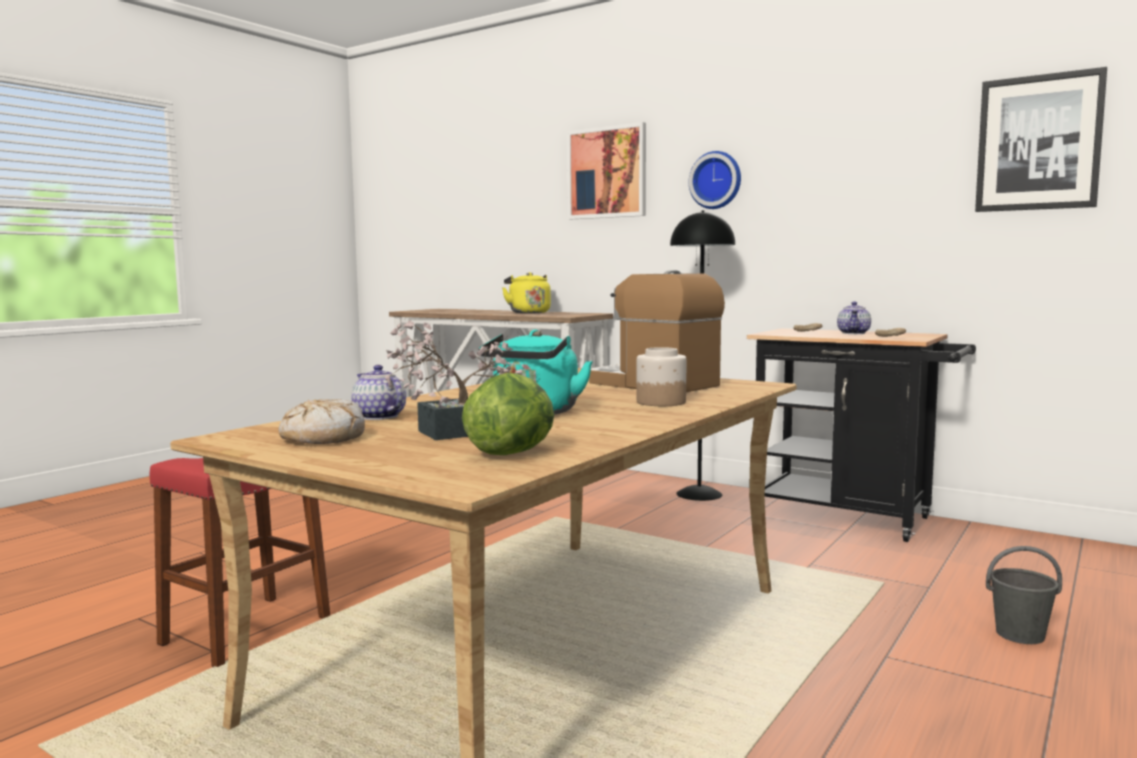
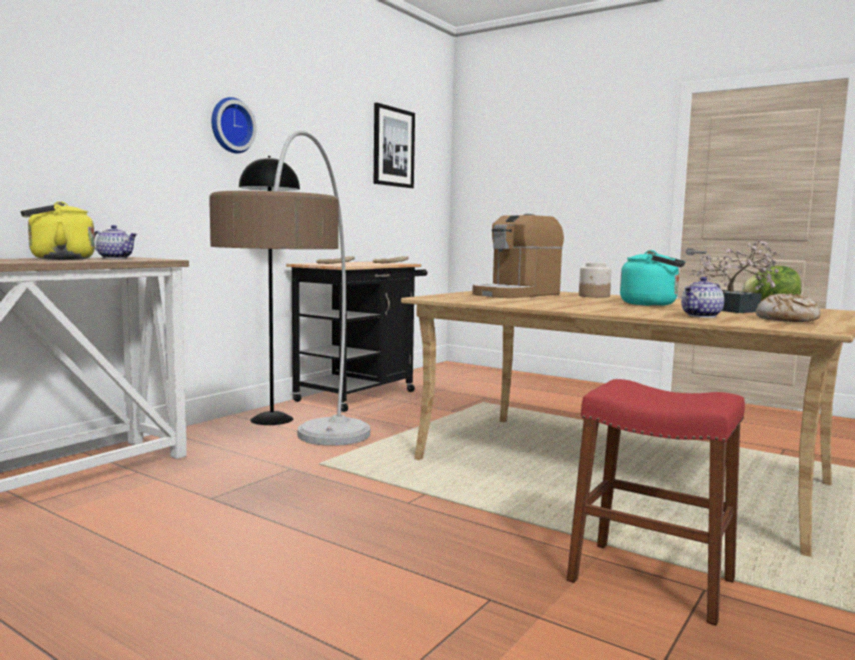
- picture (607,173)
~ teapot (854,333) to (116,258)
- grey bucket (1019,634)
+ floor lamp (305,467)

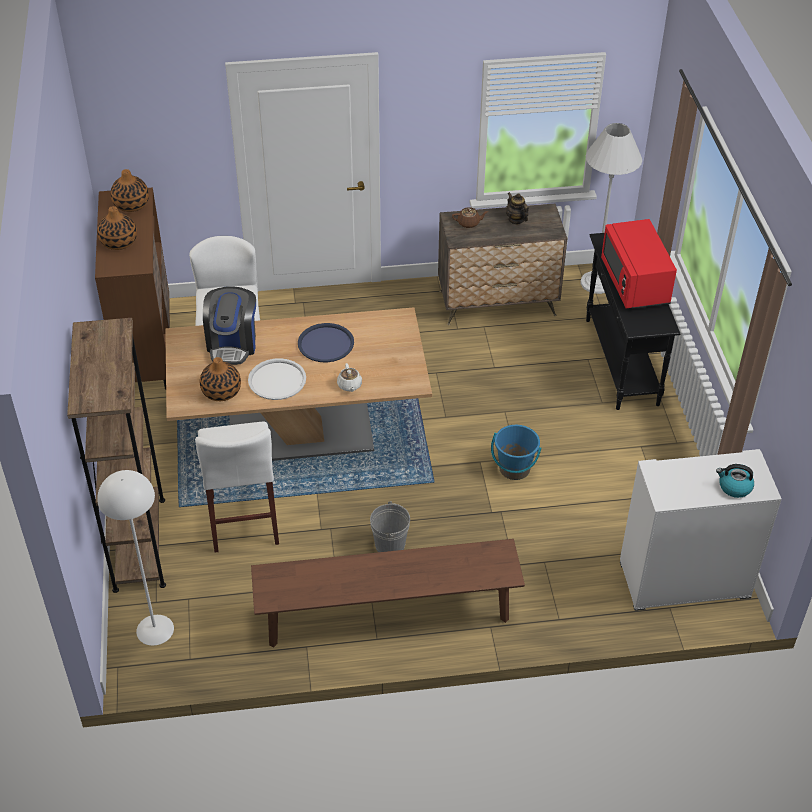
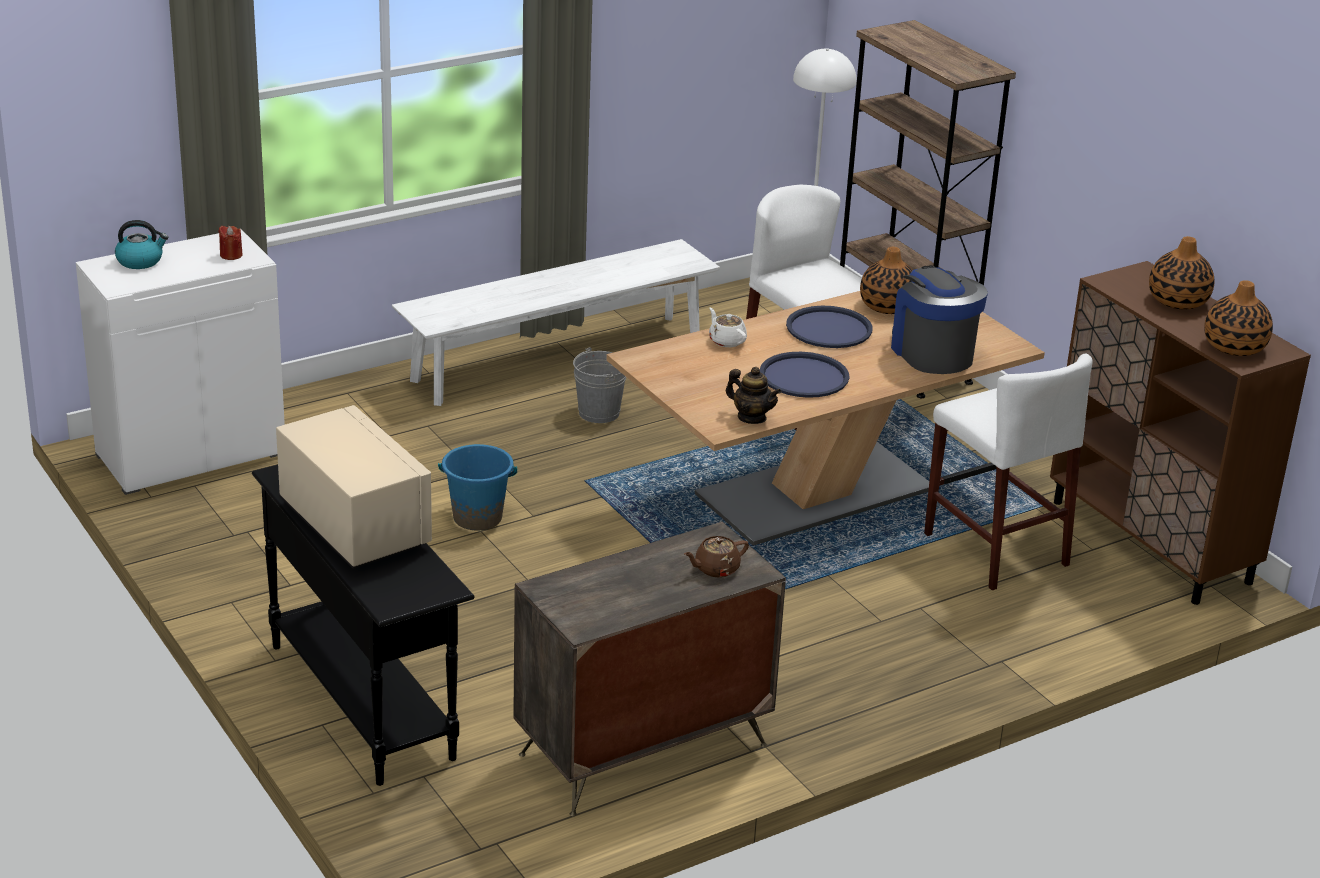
- white floor lamp (596,283)
~ teapot (516,220) to (751,417)
~ red microwave (635,283) to beige microwave (353,525)
~ white tray (277,380) to blue tray (829,328)
~ brown bench (387,615) to white bench (558,359)
+ red candle (231,255)

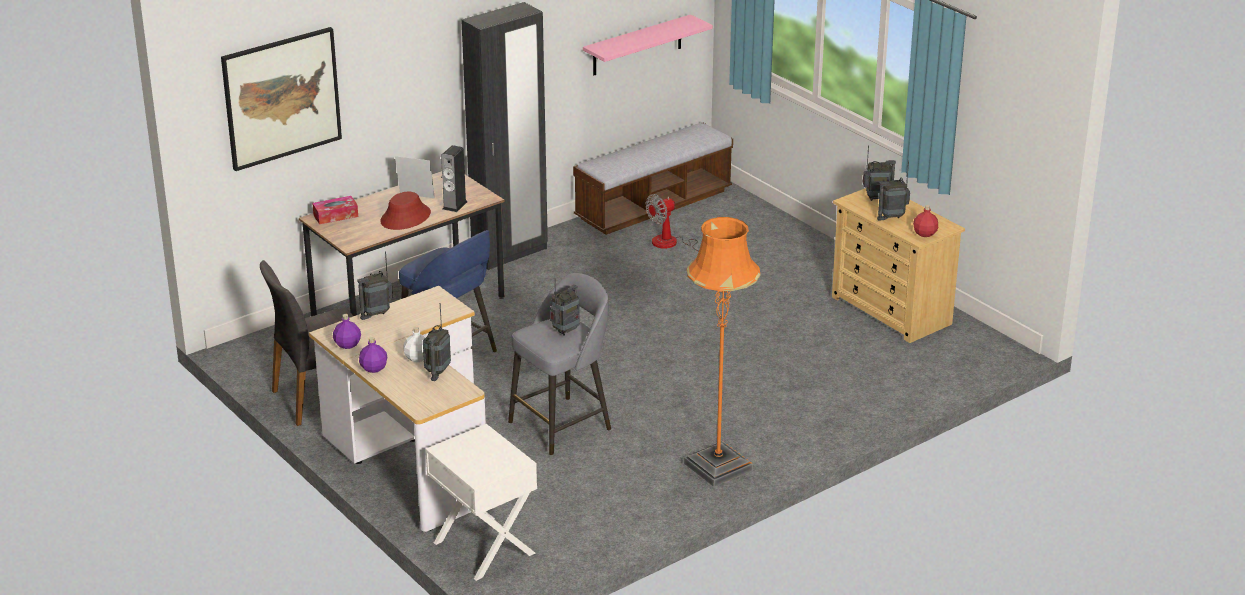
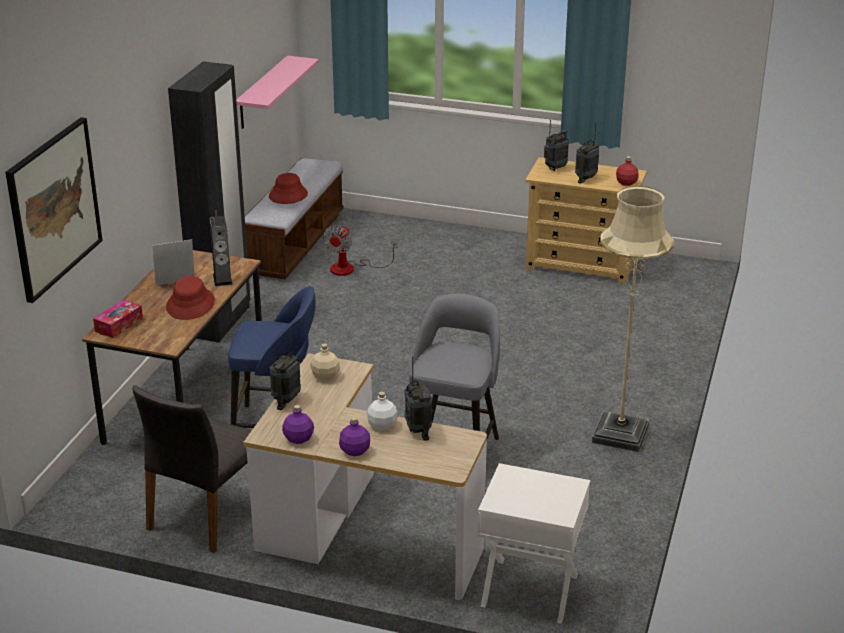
~ orange floor lamp (717,466) to beige floor lamp (620,434)
- radio (566,331)
+ red hat (288,195)
+ beige bottle (325,376)

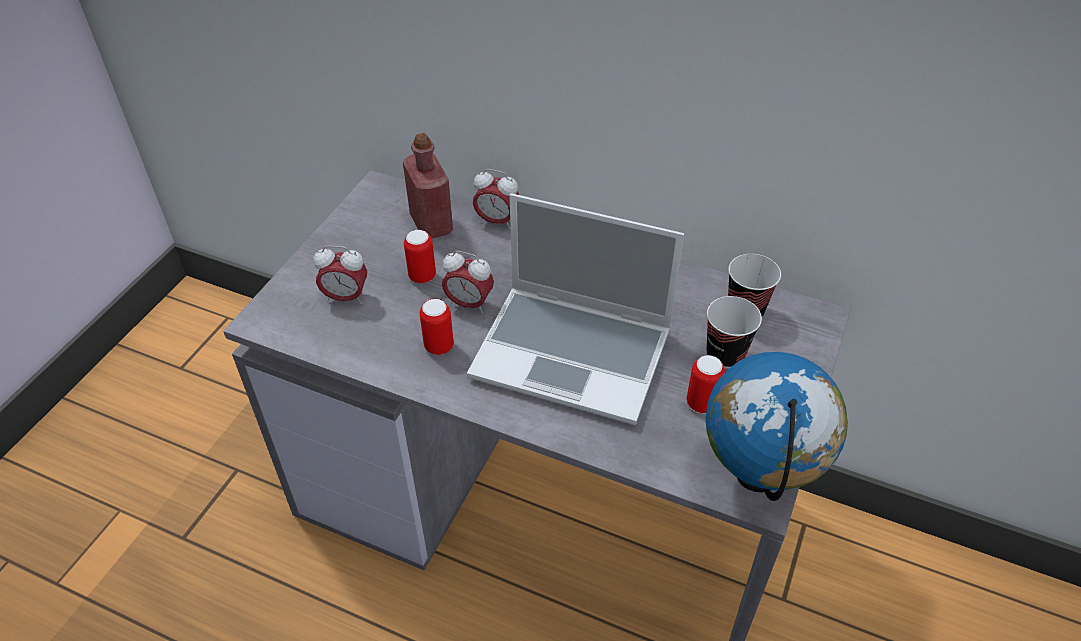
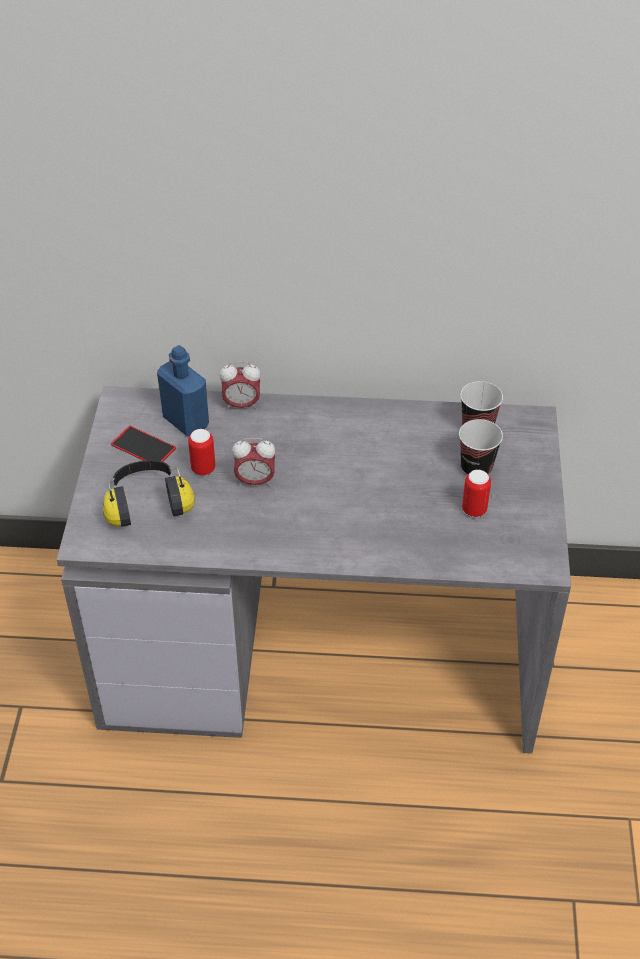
~ red bottle (431,224) to blue bottle (186,421)
- laptop (574,354)
~ alarm clock (346,297) to headphones (147,503)
- can (439,346)
- globe (758,477)
+ phone (143,446)

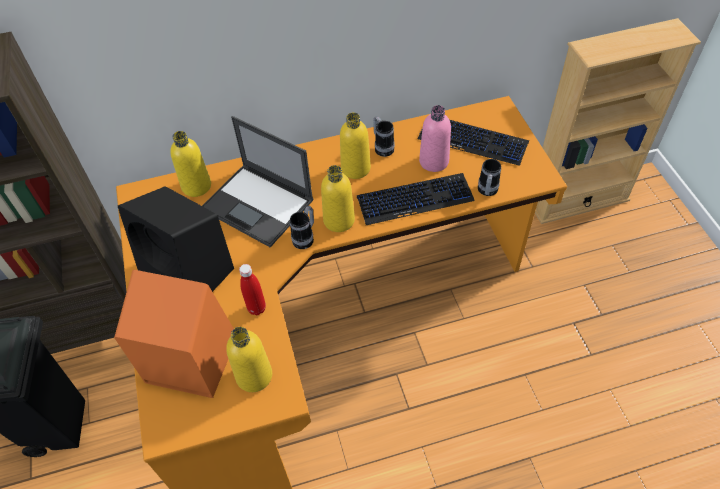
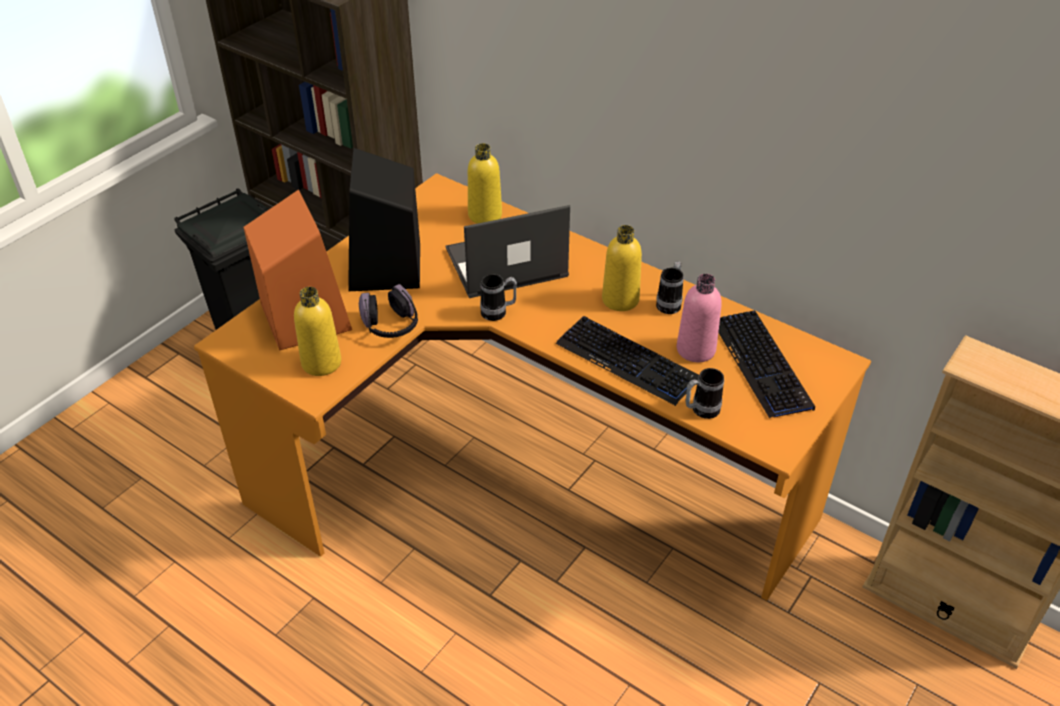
~ laptop (259,205) = (504,263) 75 degrees clockwise
- yellow bottle (339,220)
~ red bottle (257,308) to headphones (391,326)

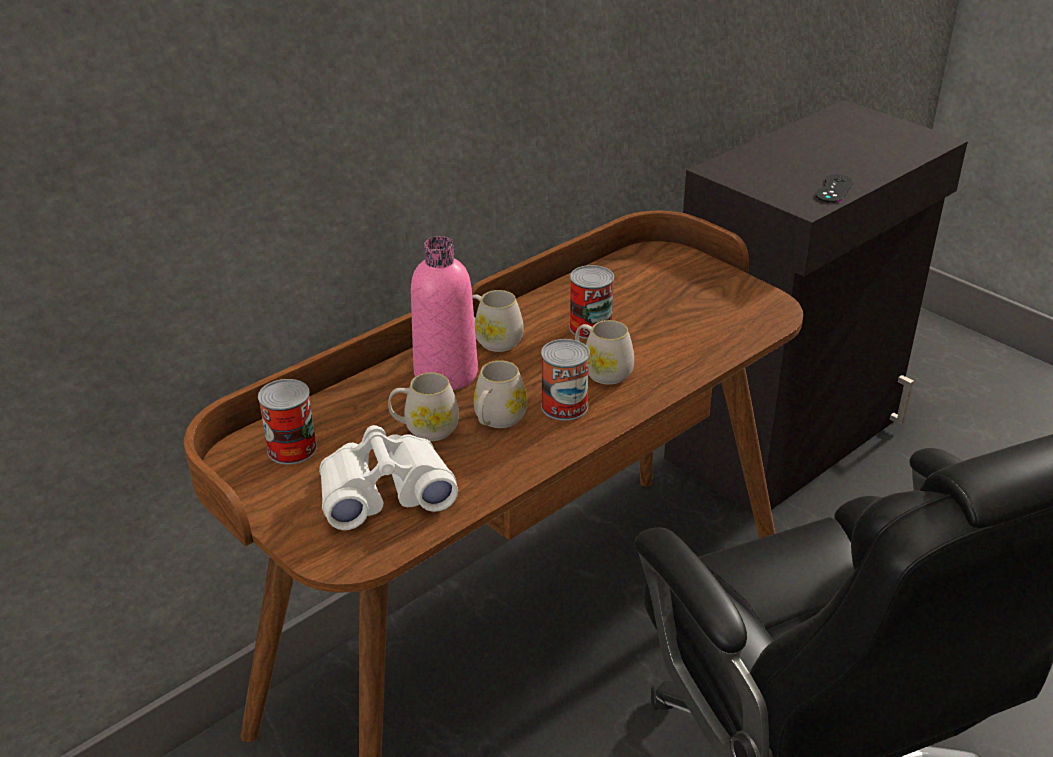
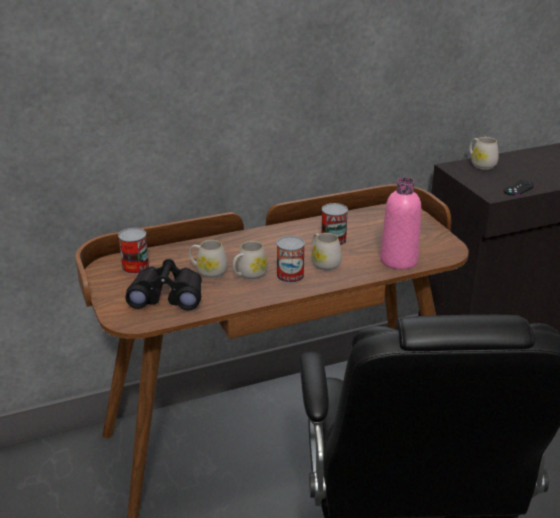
~ pink bottle (446,374) to (398,260)
~ white mug (493,339) to (480,164)
~ white binoculars (385,492) to black binoculars (167,296)

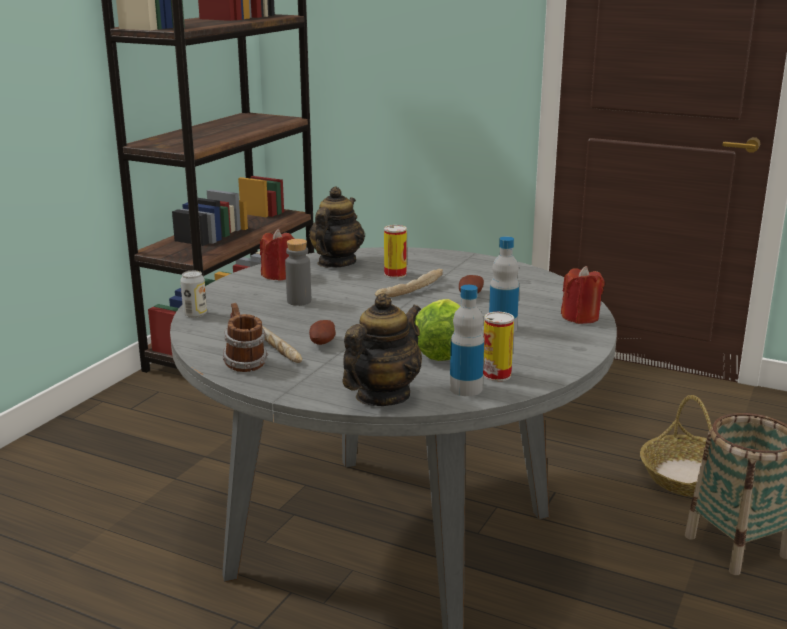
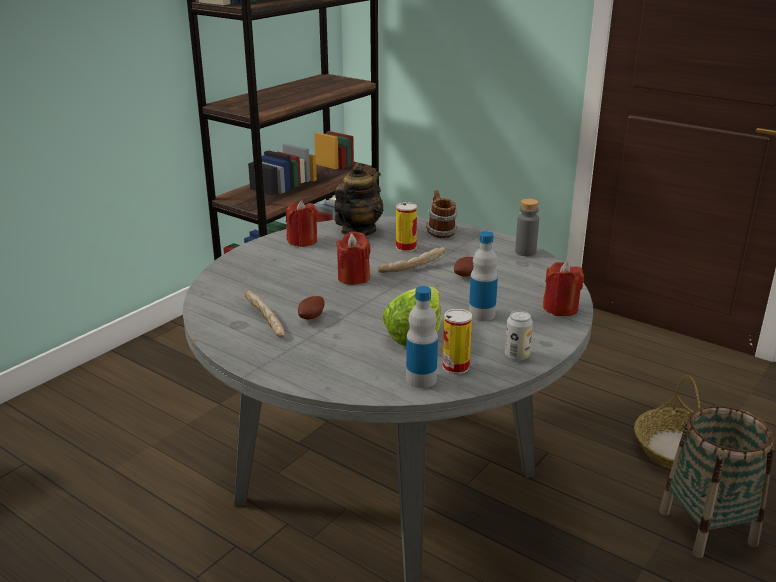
~ grey bottle (299,301) to (525,252)
~ can (195,314) to (516,355)
- teapot (382,396)
~ mug (244,363) to (440,232)
+ red candle (353,278)

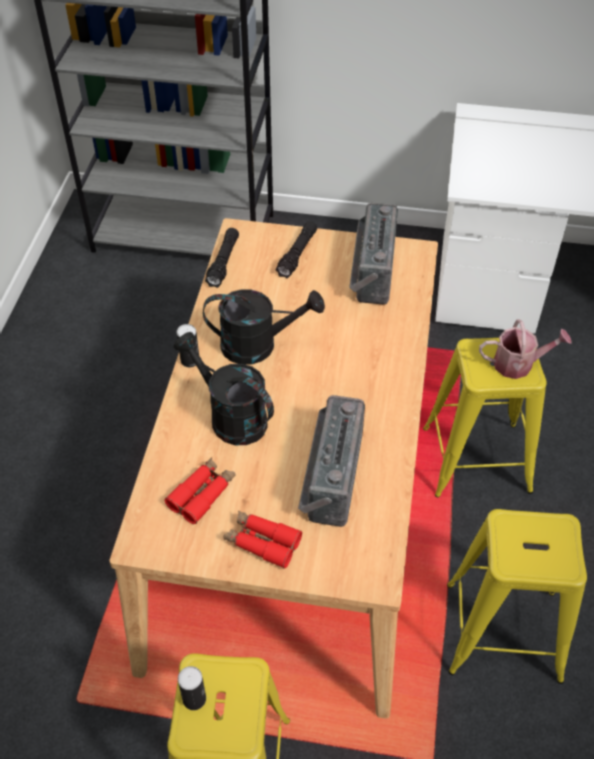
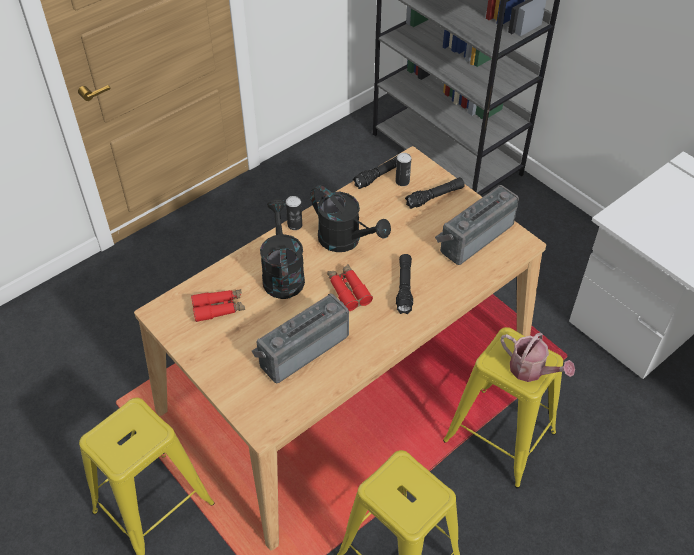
~ red binoculars (262,542) to (348,290)
~ can (194,699) to (402,181)
+ black flashlight (404,287)

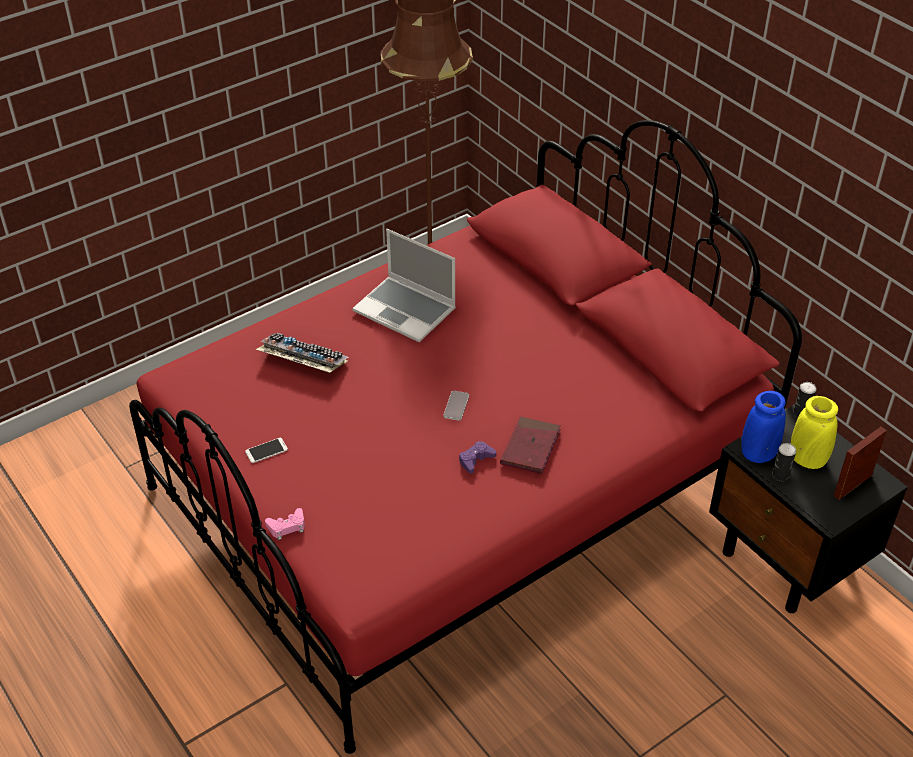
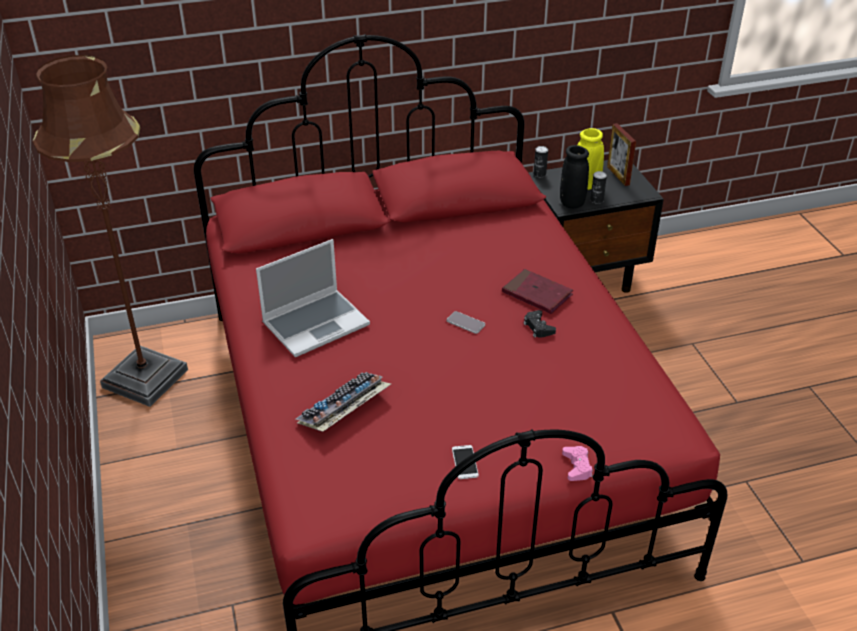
~ blue vase (758,454) to black vase (572,203)
~ purple game controller (476,460) to black game controller (538,327)

